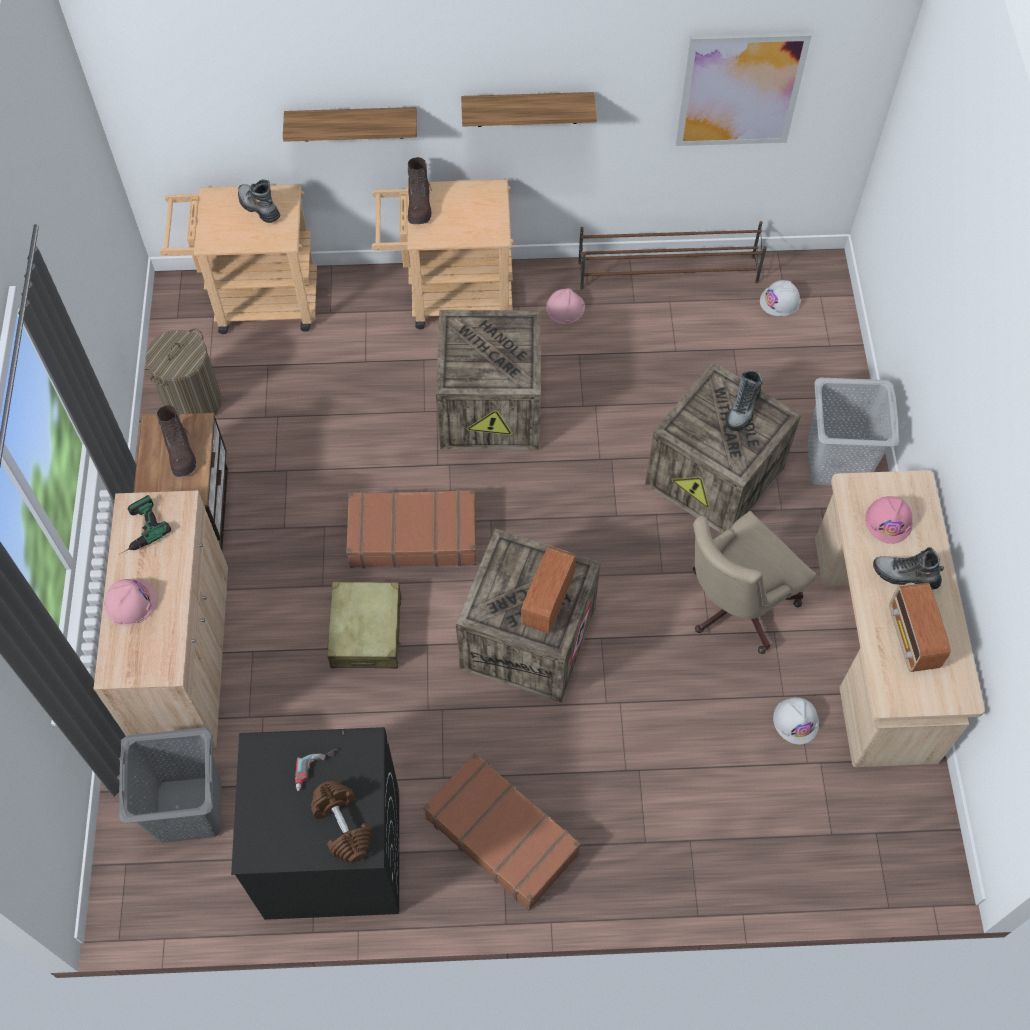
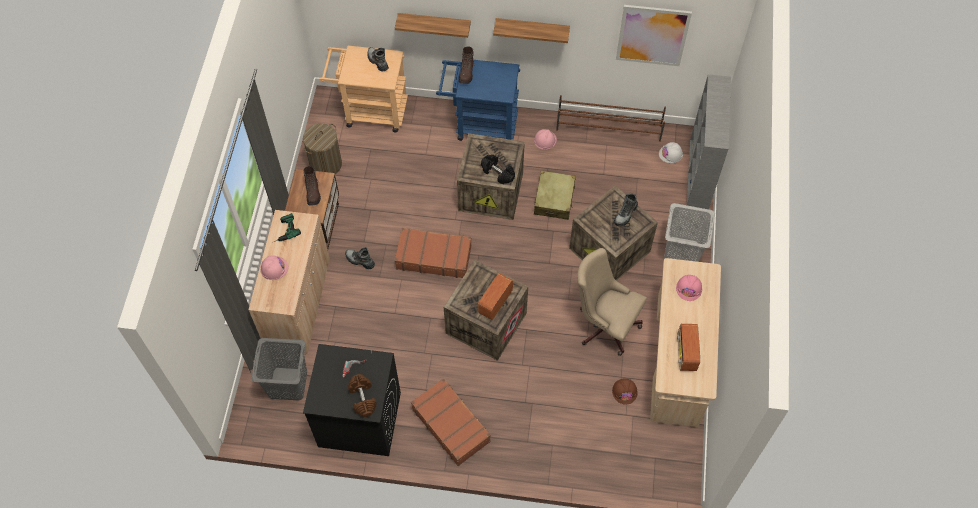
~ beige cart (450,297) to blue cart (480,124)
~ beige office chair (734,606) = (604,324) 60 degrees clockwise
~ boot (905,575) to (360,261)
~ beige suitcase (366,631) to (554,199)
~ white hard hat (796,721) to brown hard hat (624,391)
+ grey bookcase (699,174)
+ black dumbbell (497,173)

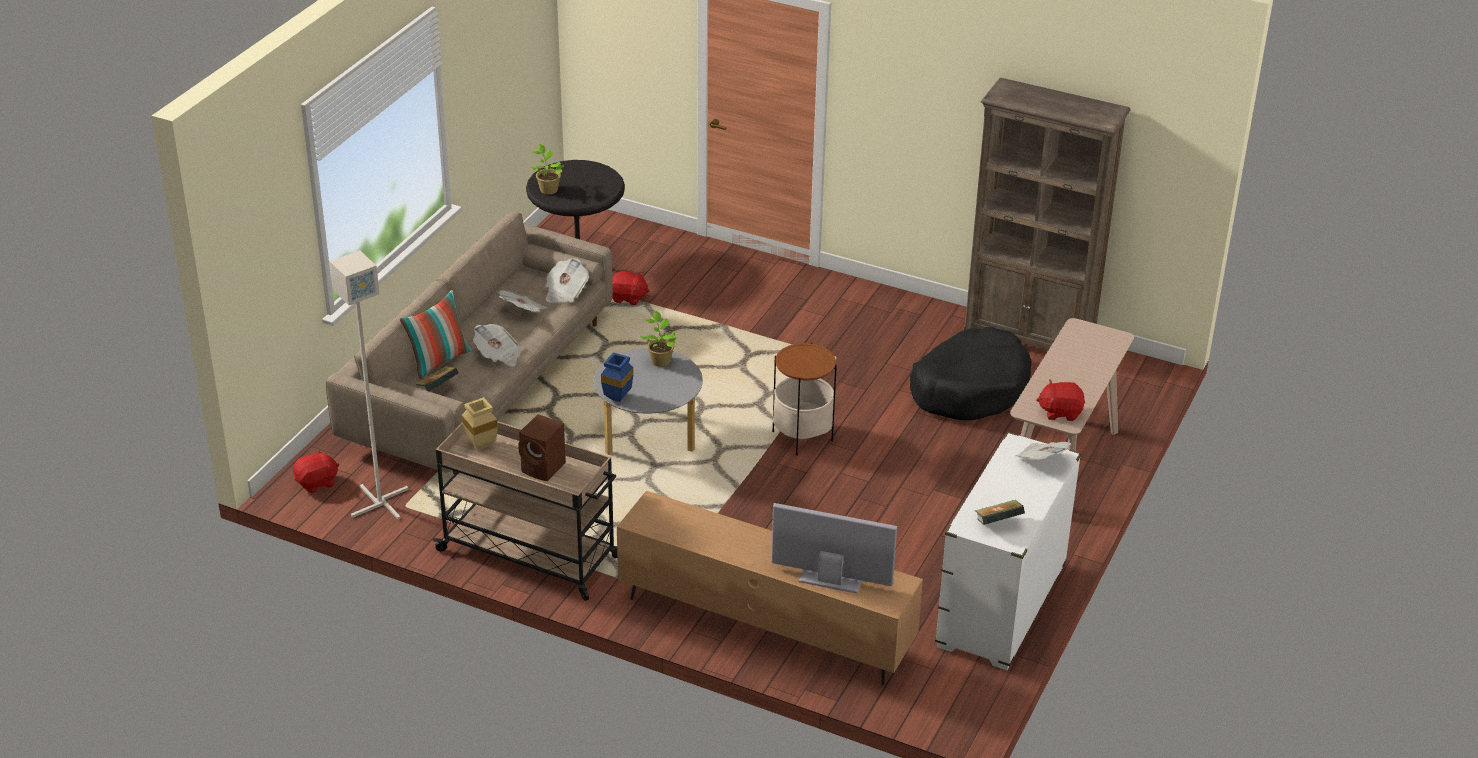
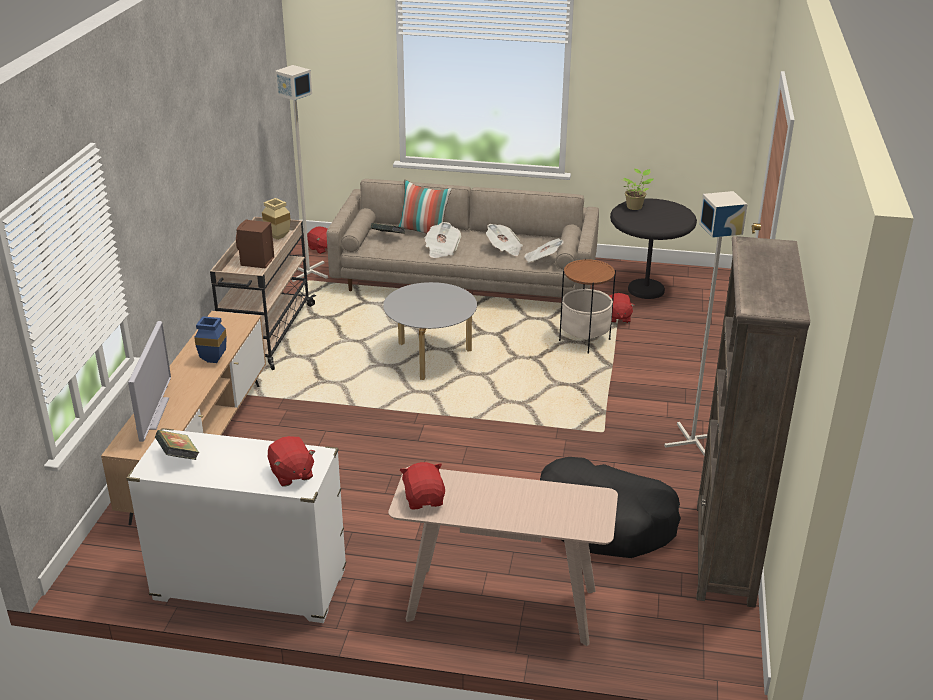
- potted plant (660,360)
~ side table (802,436) to (584,340)
~ blue vase (617,397) to (215,360)
~ newspaper (1041,461) to red plush toy (291,474)
+ grey floor lamp (693,440)

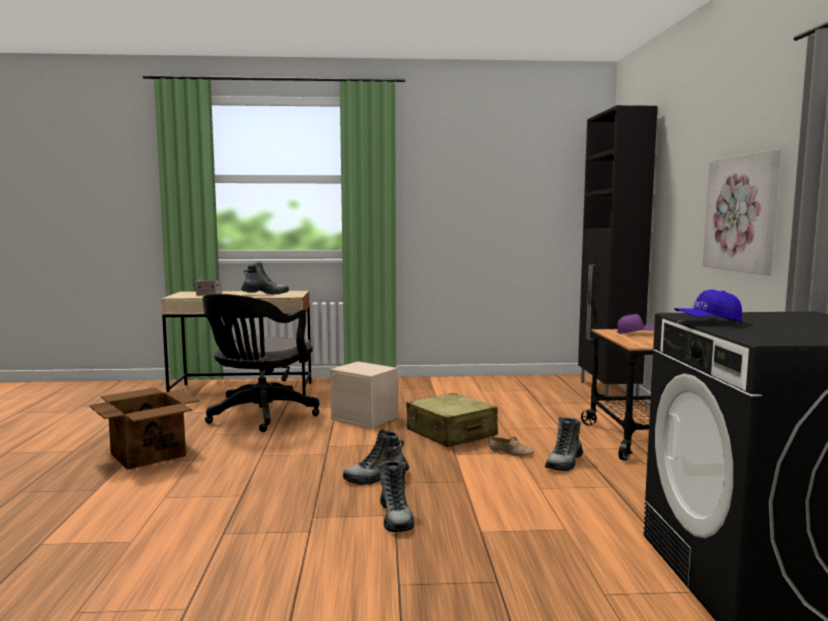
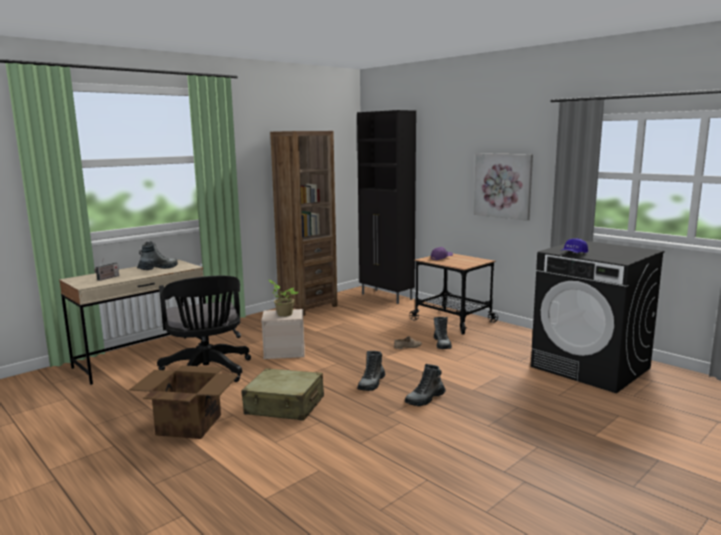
~ beige suitcase (451,433) to (285,406)
~ boot (395,517) = (425,399) 105 degrees clockwise
+ brown bookcase (308,307)
+ potted plant (283,314)

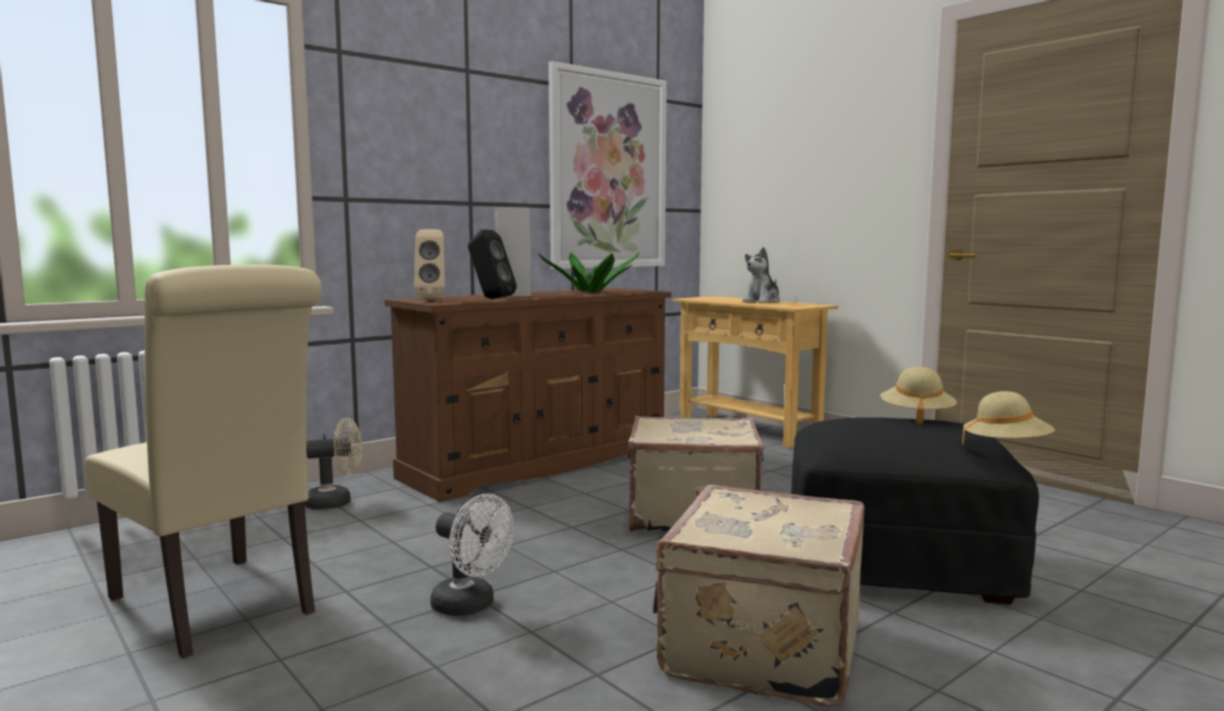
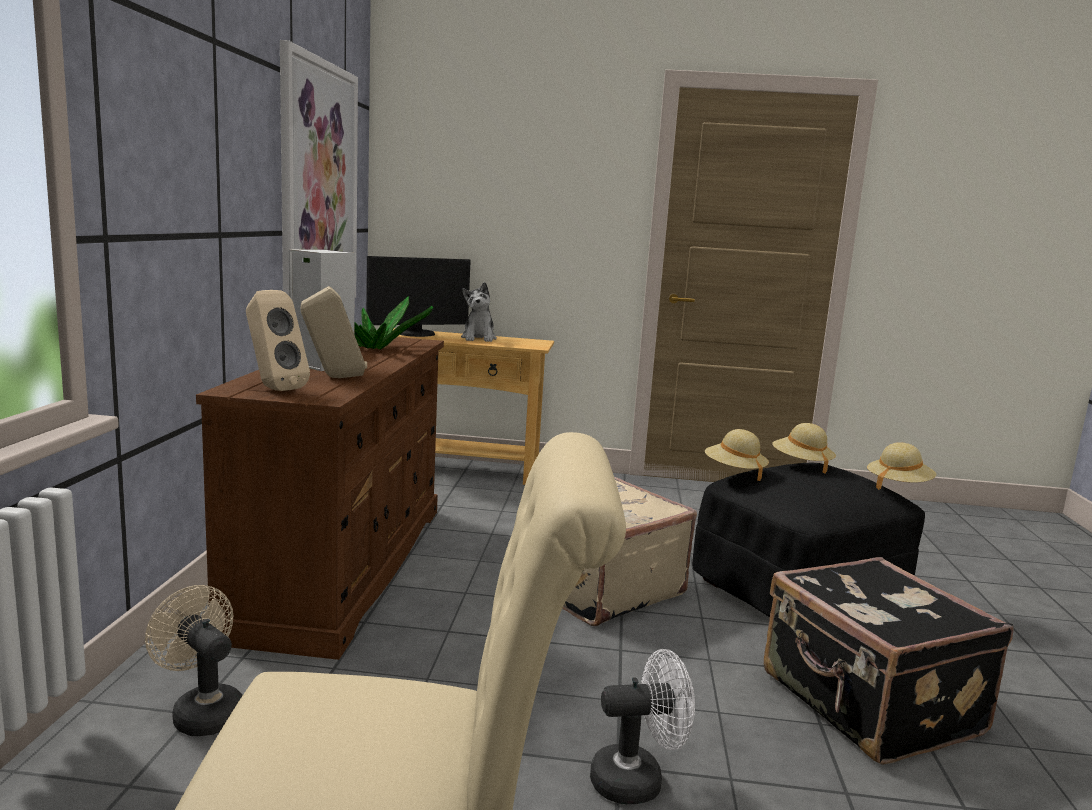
~ black speaker (490,298) to beige speaker (334,377)
~ beige fan (336,502) = (202,712) 75 degrees counterclockwise
~ beige suitcase (759,646) to black suitcase (868,705)
+ monitor (416,334)
+ beige hat (734,472)

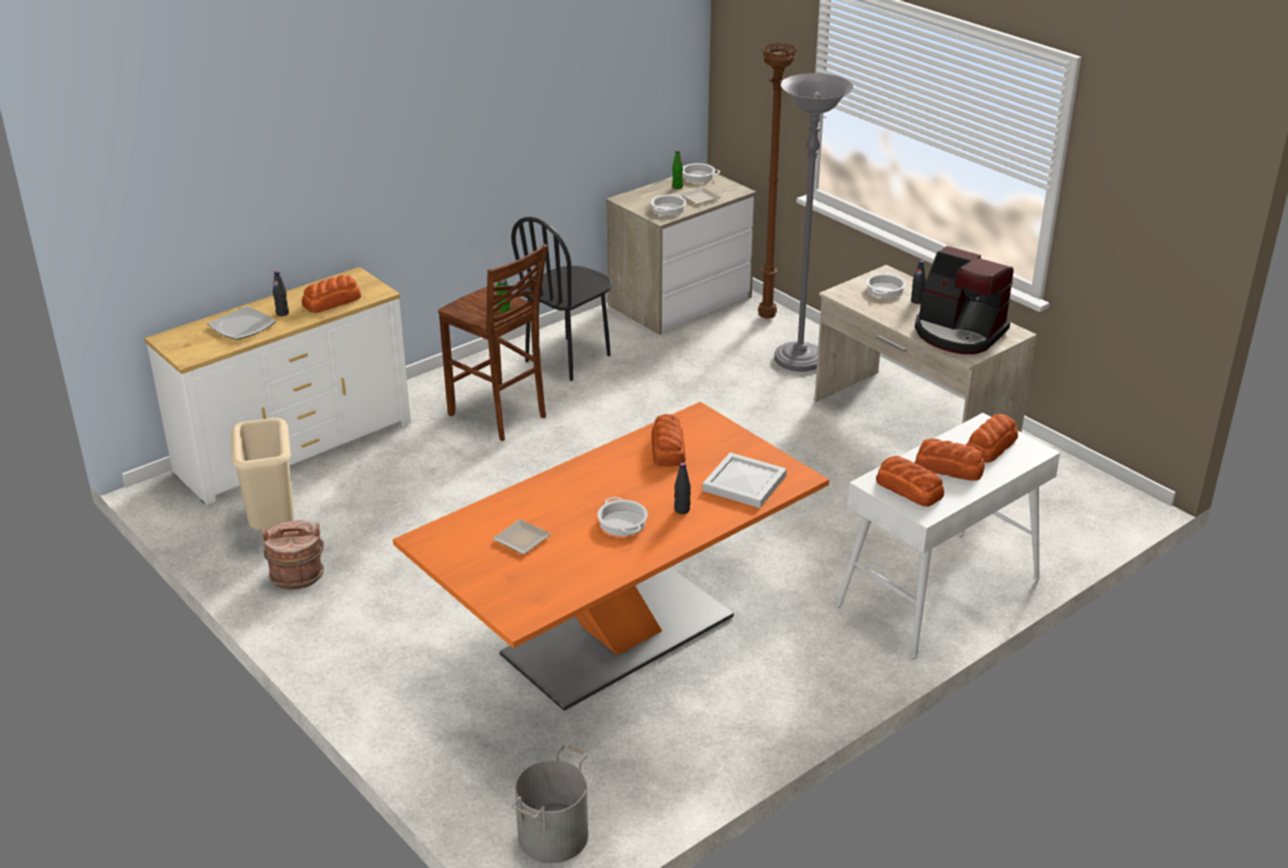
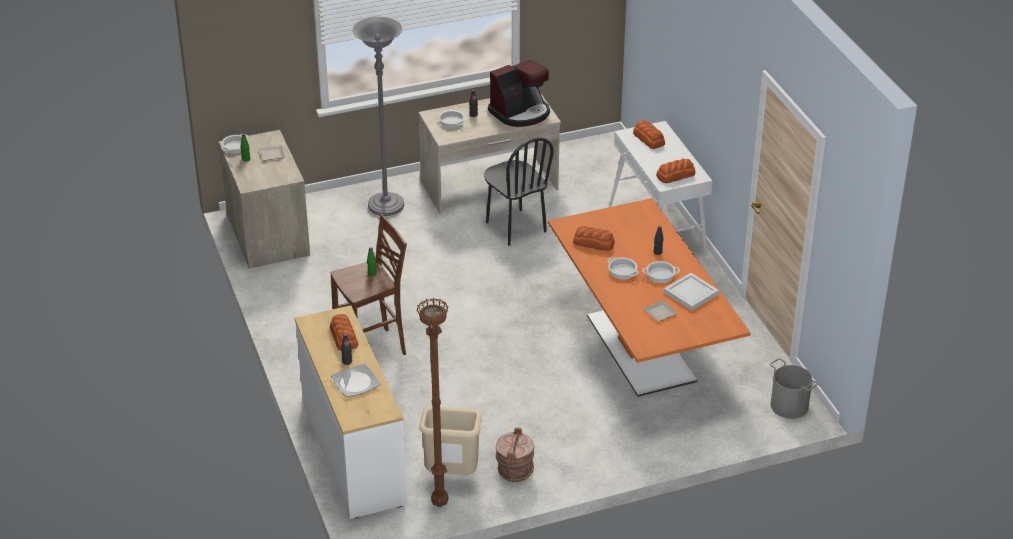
~ brown floor lamp (765,317) to (439,504)
~ cooking pot (668,209) to (622,271)
~ black chair (568,358) to (515,227)
- bread (949,468)
~ white tray (743,483) to (691,294)

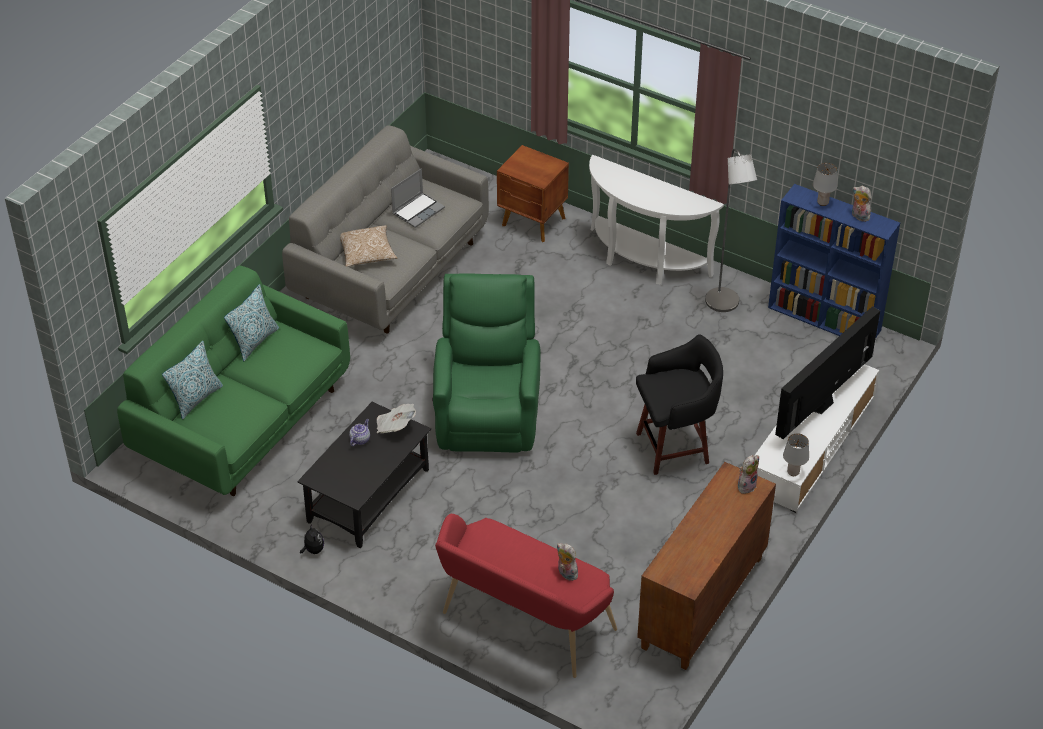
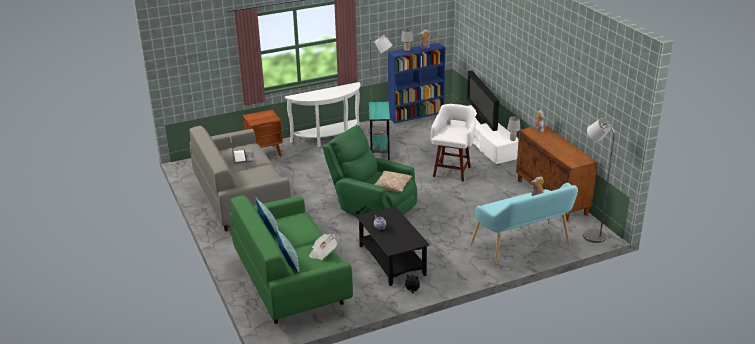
~ pillow (367,254) to (392,187)
~ black stool (675,447) to white stool (452,171)
~ newspaper (395,426) to (322,253)
~ red bench (522,625) to turquoise bench (523,246)
+ turquoise side table (379,152)
+ grey floor lamp (590,234)

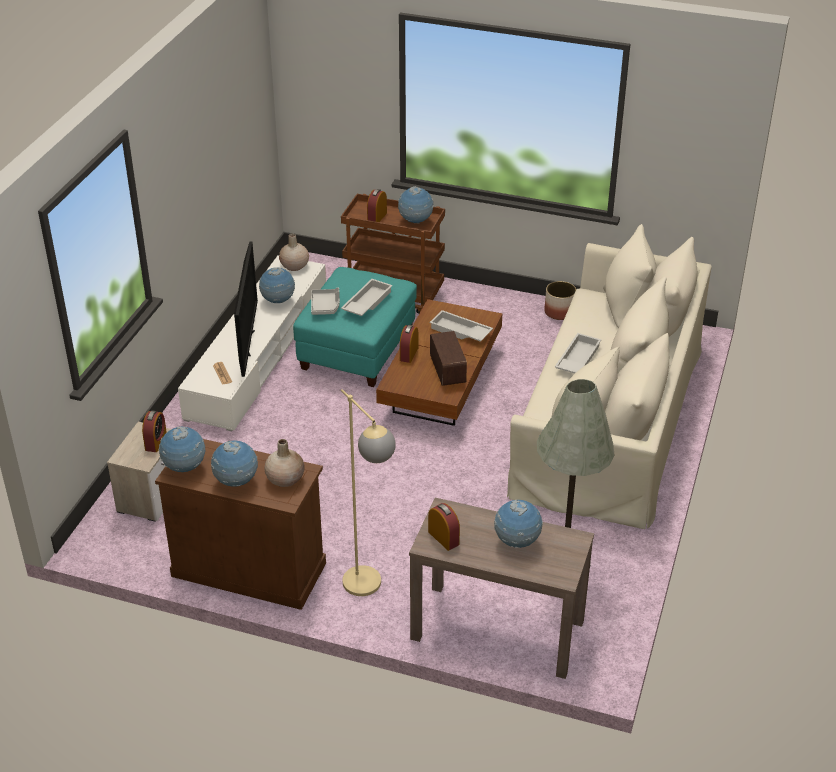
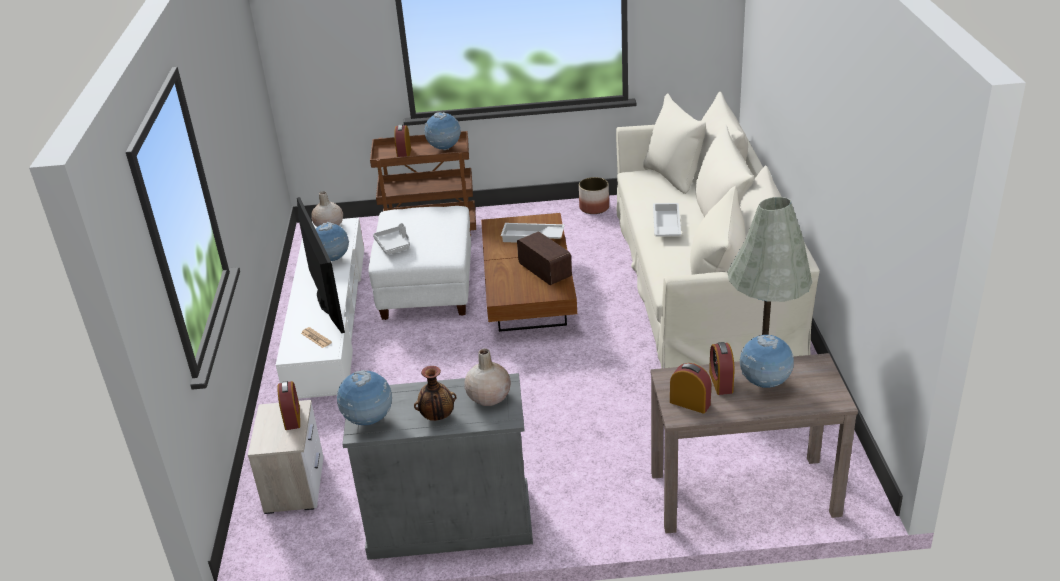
~ turquoise ottoman (357,350) to white ottoman (426,288)
- white tray (366,302)
~ alarm clock (409,354) to (721,382)
- beige floor lamp (370,590)
~ brown cabinet (249,569) to grey cabinet (450,522)
~ globe (236,482) to vase (437,417)

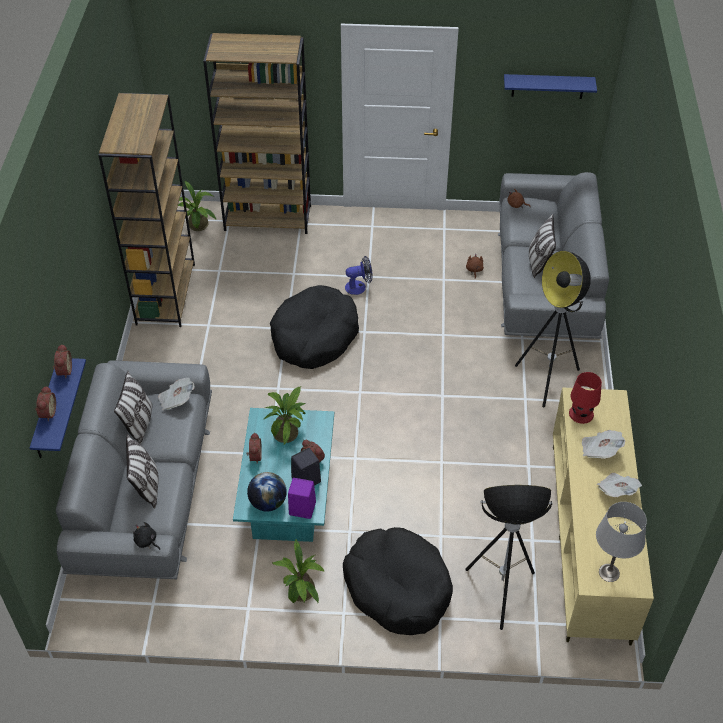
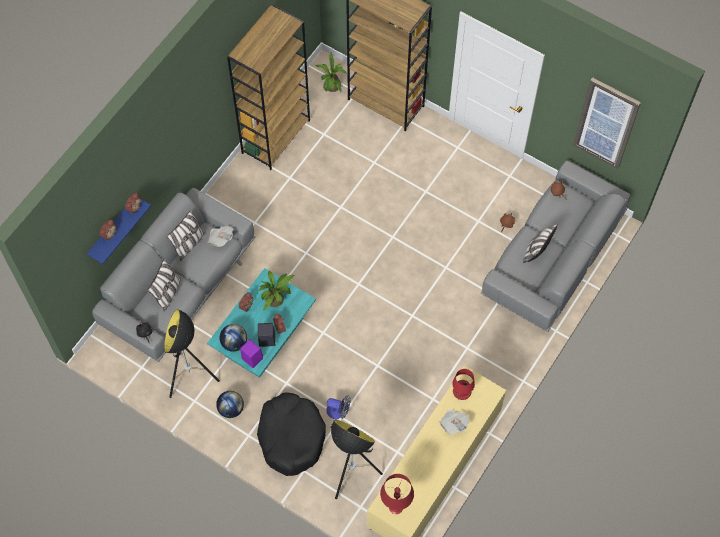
~ blue shelf (548,86) to picture (606,123)
~ floor lamp (548,380) to (191,378)
~ fan (359,287) to (339,411)
- black dog bed (314,336)
- newspaper (617,491)
~ grey table lamp (608,573) to red table lamp (395,507)
~ potted plant (301,594) to globe (231,409)

